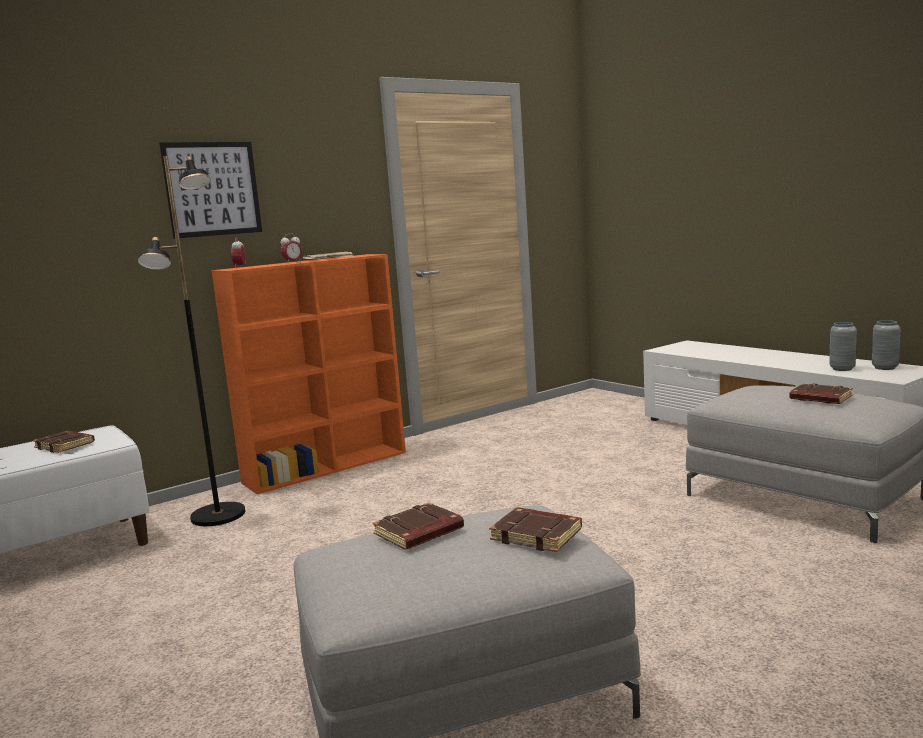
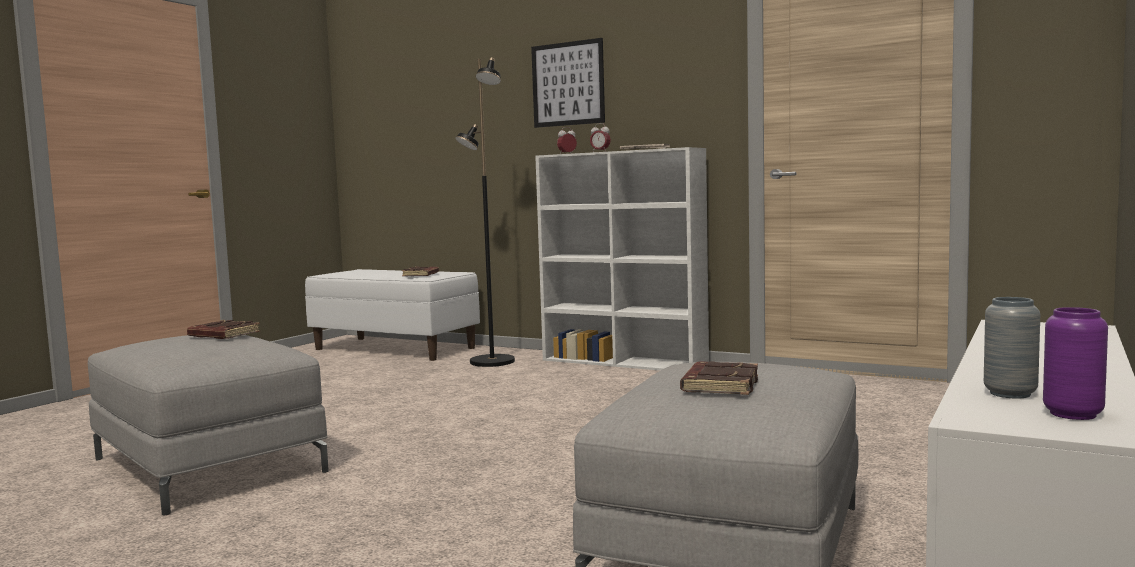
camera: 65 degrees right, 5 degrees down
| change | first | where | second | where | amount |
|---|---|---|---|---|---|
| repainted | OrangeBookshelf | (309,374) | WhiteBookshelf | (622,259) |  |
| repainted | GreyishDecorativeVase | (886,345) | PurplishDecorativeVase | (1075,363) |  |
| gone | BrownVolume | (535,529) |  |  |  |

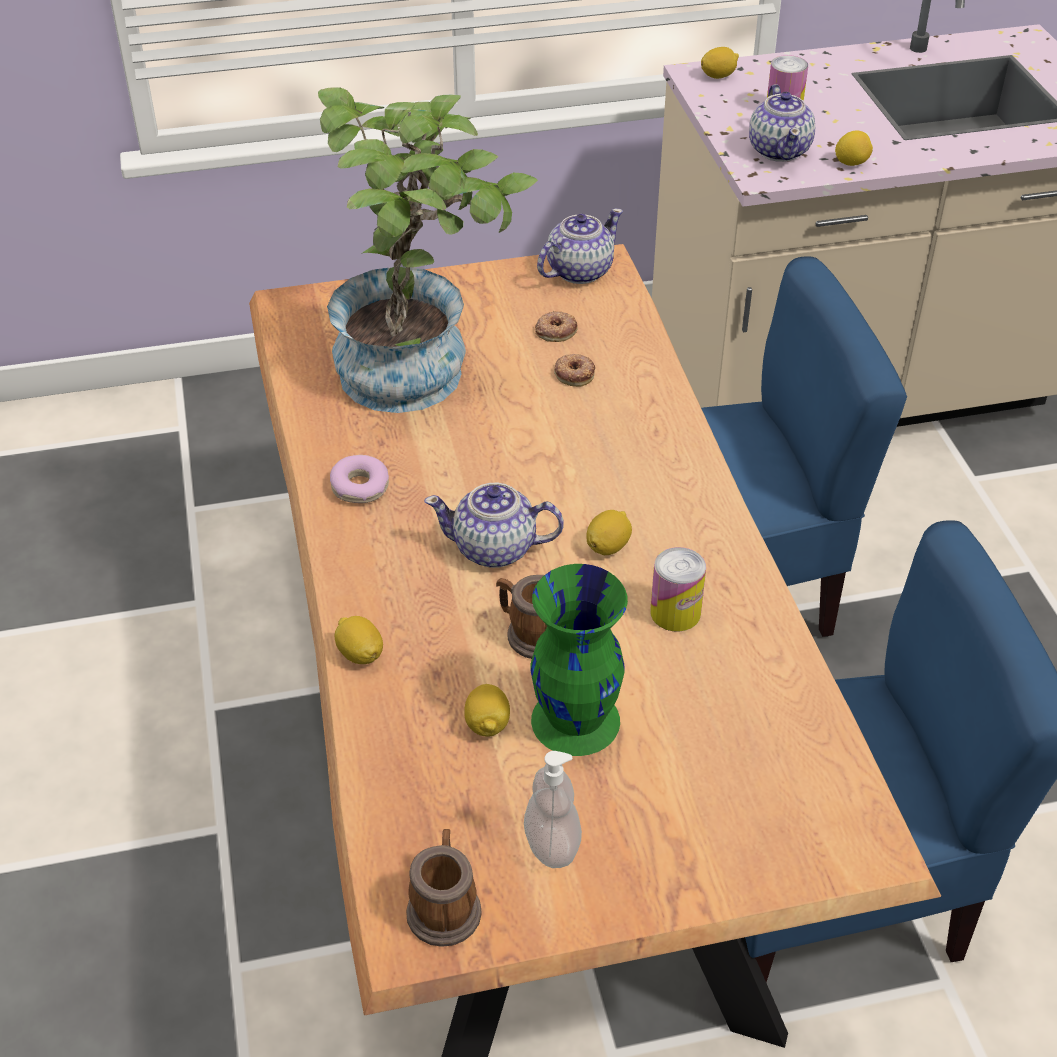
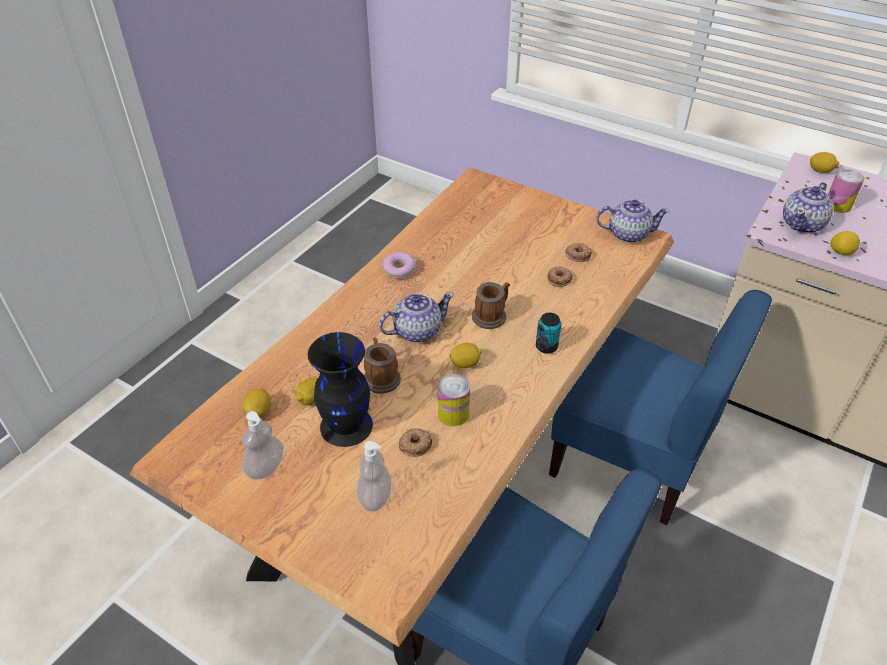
camera: 45 degrees right, 0 degrees up
| change | first | where | second | where | amount |
|---|---|---|---|---|---|
| shifted | CitrusFruit | (359,640) |  | (257,403) |  |
| repainted | GreenColouredDecorativeVase | (579,660) | BlackDecorativeVase | (340,389) |  |
| new |  |  | SoapDispenser | (374,476) |  |
| rotated | TeaPot | (494,525) |  | (416,317) | 105 degrees clockwise |
| new |  |  | Doughnut | (415,442) |  |
| shifted | Mug | (444,888) |  | (491,305) |  |
| new |  |  | Can | (548,333) |  |
| gone | PottedPlant | (428,250) |  |  |  |

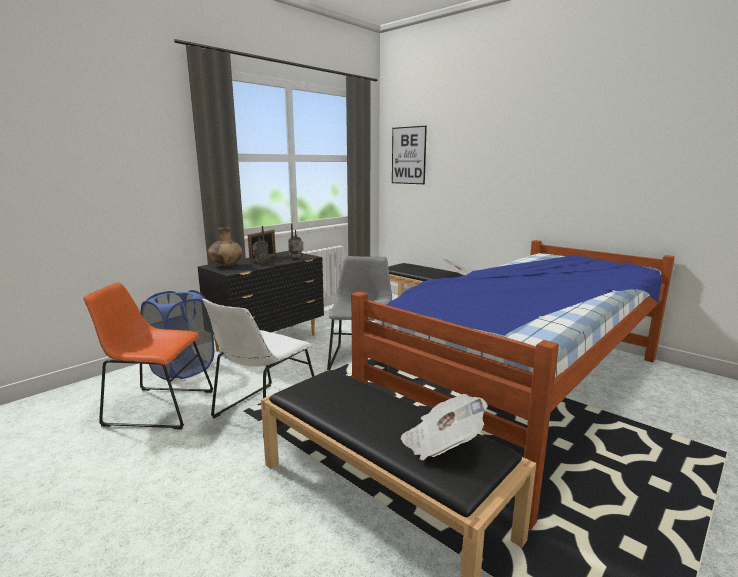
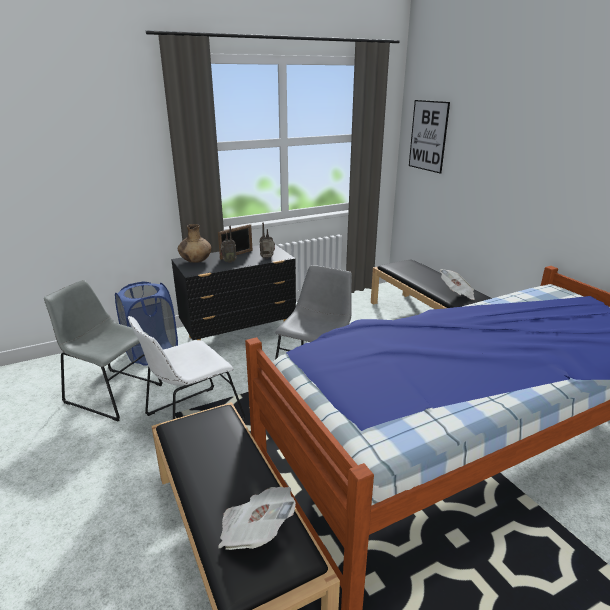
camera: 20 degrees right, 10 degrees up
| change | first | where | second | where | amount |
|---|---|---|---|---|---|
| repainted | OrangeChair | (148,356) | GreyishChair | (103,350) |  |

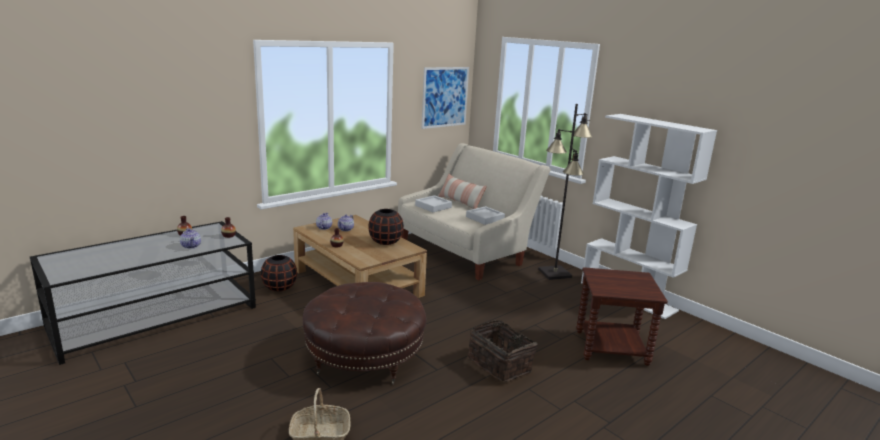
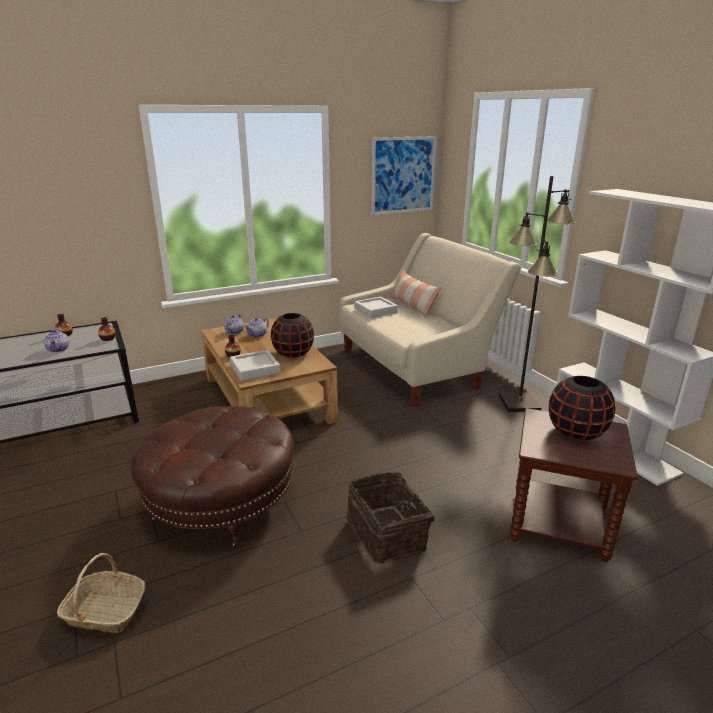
camera: 15 degrees right, 5 degrees up
| change | first | where | second | where | amount |
|---|---|---|---|---|---|
| shifted | GreyishCarryingTray | (485,215) |  | (255,365) |  |
| shifted | BlackDecorativeVase | (279,273) |  | (582,408) |  |

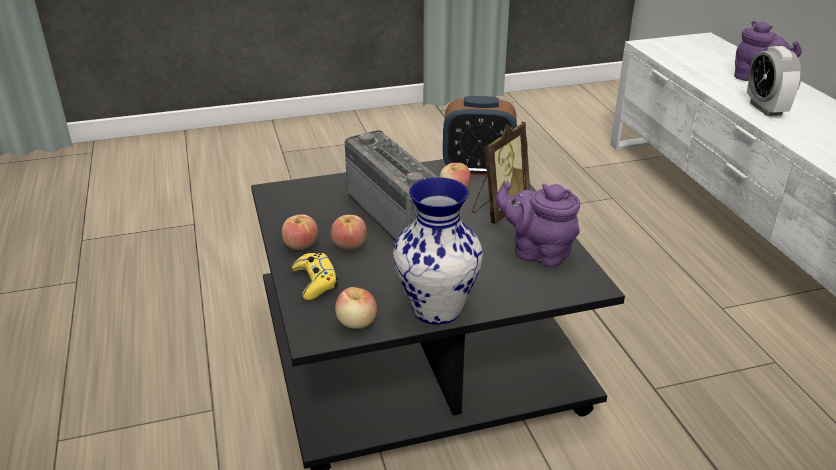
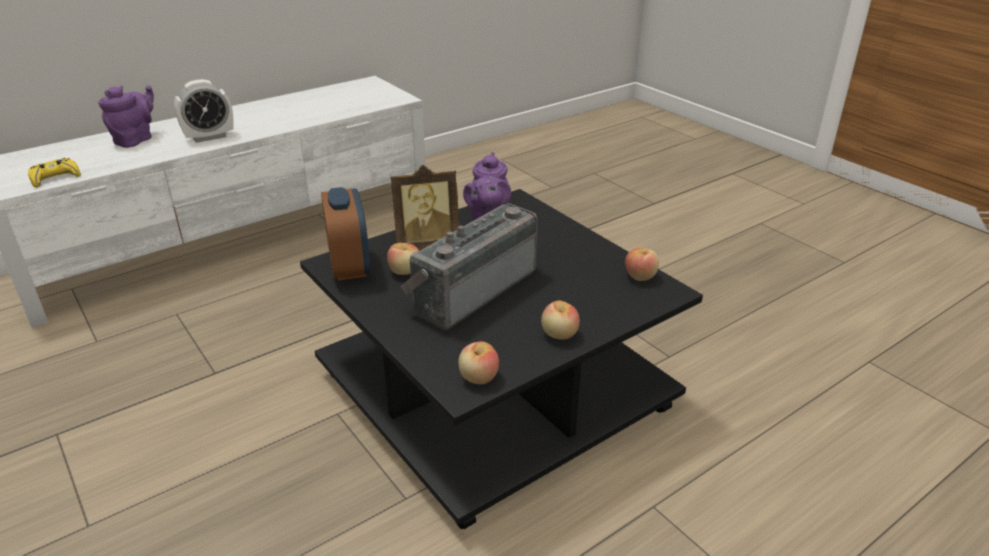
camera: 110 degrees left, 0 degrees up
| change | first | where | second | where | amount |
|---|---|---|---|---|---|
| shifted | YellowGameController | (315,276) |  | (54,173) |  |
| rotated | PhotoFrame | (501,173) |  | (425,208) | 150 degrees clockwise |
| shifted | Apple | (349,232) |  | (478,362) |  |
| gone | DecorativeVase | (438,251) |  |  |  |

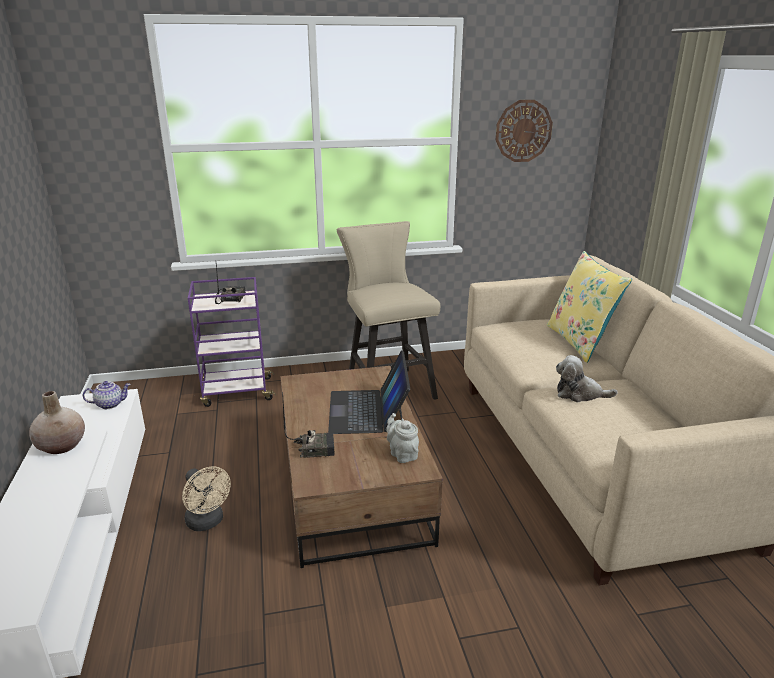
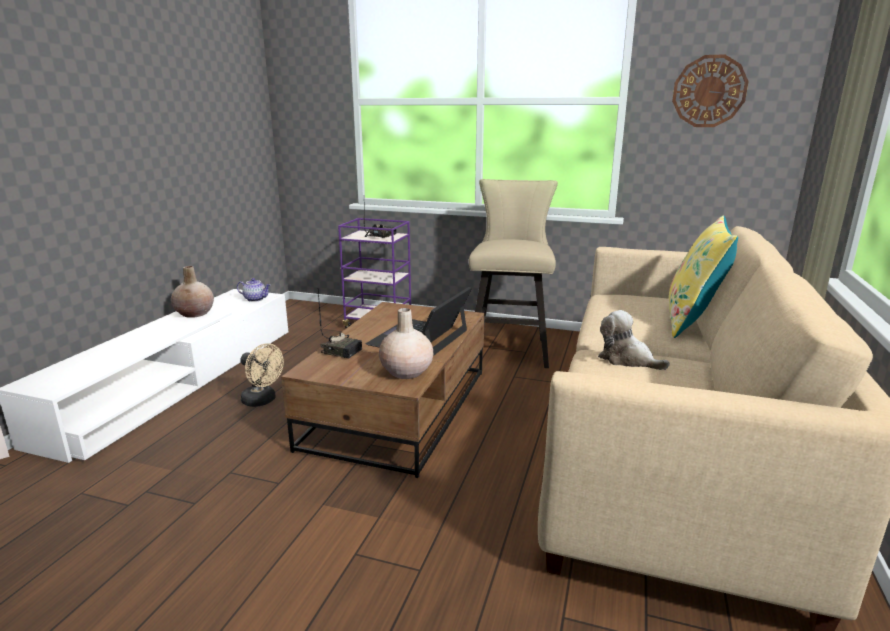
camera: 30 degrees right, 5 degrees down
| change | first | where | second | where | amount |
|---|---|---|---|---|---|
| rotated | BeigeElectricFan | (206,498) |  | (262,375) | 45 degrees counterclockwise |
| swapped | GreyishTeaPot | (402,438) | BeigeDecorativeVase | (406,343) |  |

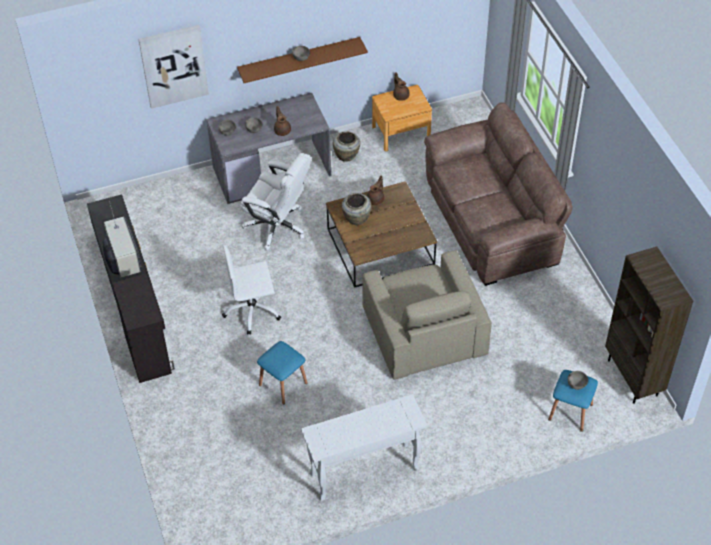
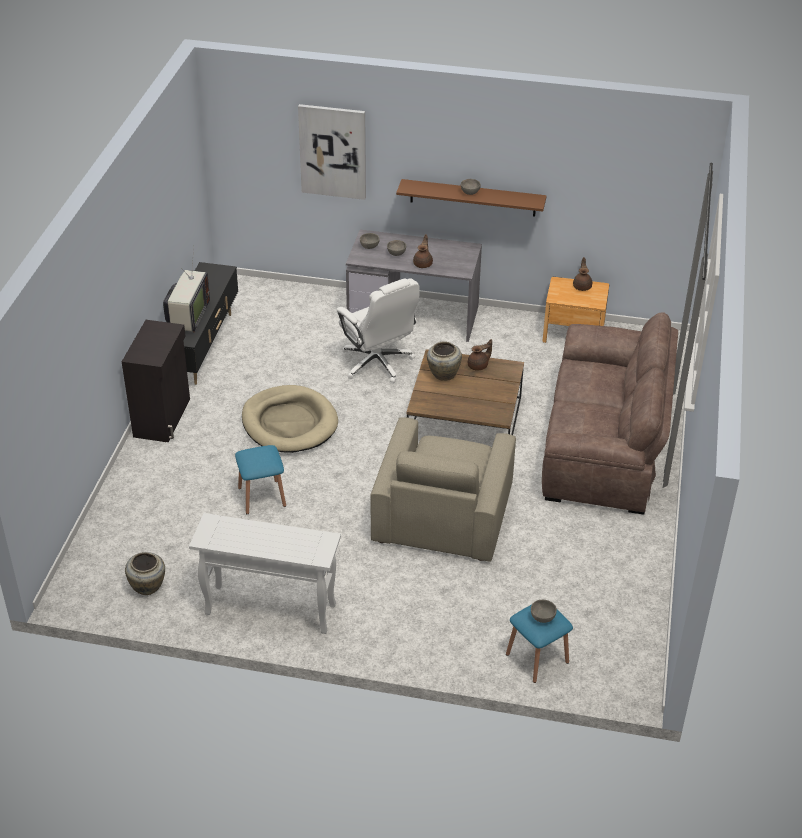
camera: 30 degrees right, 10 degrees down
| change | first | where | second | where | amount |
|---|---|---|---|---|---|
| shifted | BeigeDecorativeVase | (346,147) |  | (145,573) |  |
| swapped | WhiteOfficeChair | (251,290) | BeigeDogBed | (290,419) |  |
| gone | BrownBookshelf | (649,325) |  |  |  |

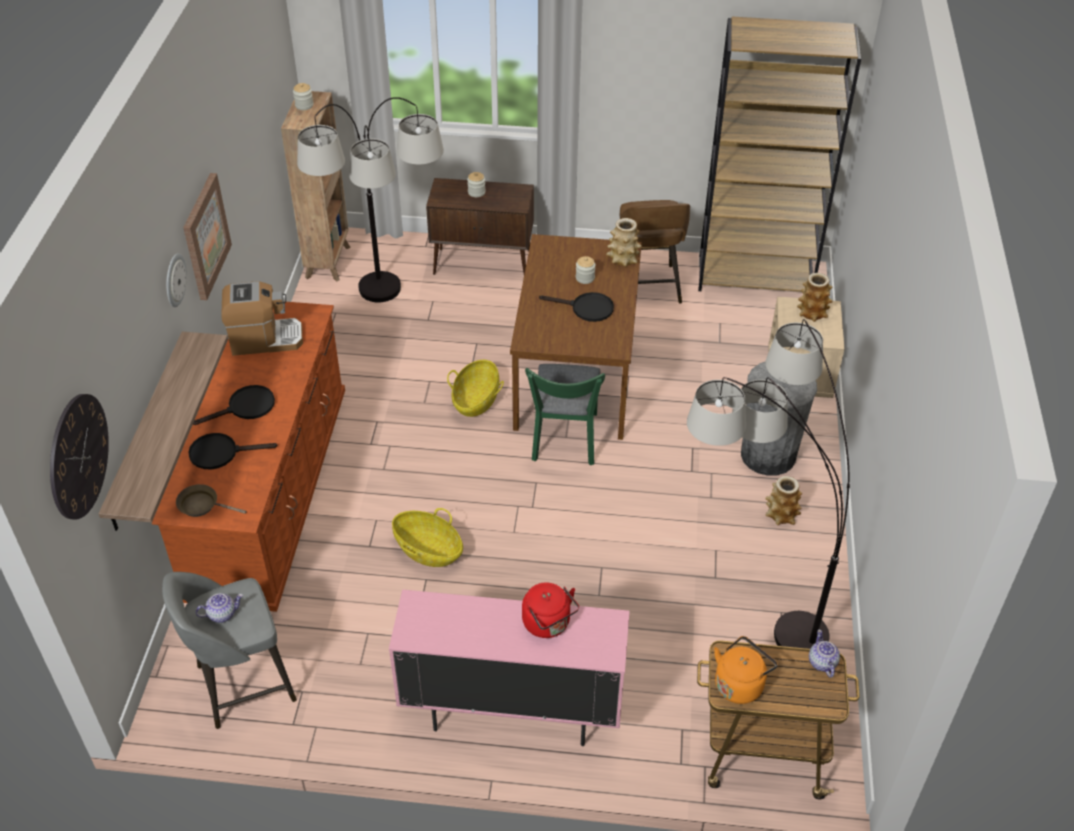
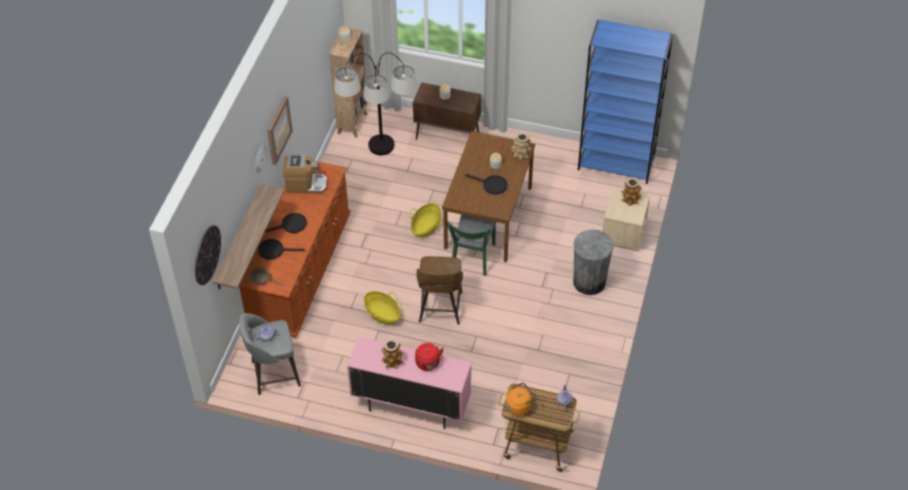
camera: 10 degrees right, 5 degrees up
| change | first | where | second | where | amount |
|---|---|---|---|---|---|
| shifted | DecorativeVase | (783,500) |  | (392,354) |  |
| shifted | BrownSittingStool | (655,251) |  | (440,290) |  |
| repainted | BrownBookshelf | (779,154) | BlueBookshelf | (625,102) |  |
| gone | FloorLamp | (768,484) |  |  |  |

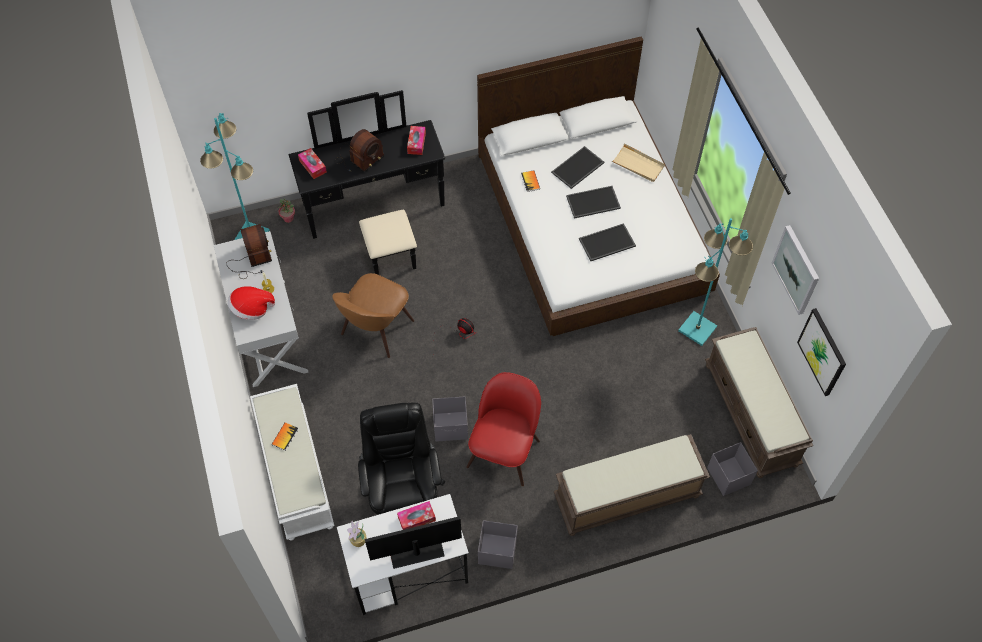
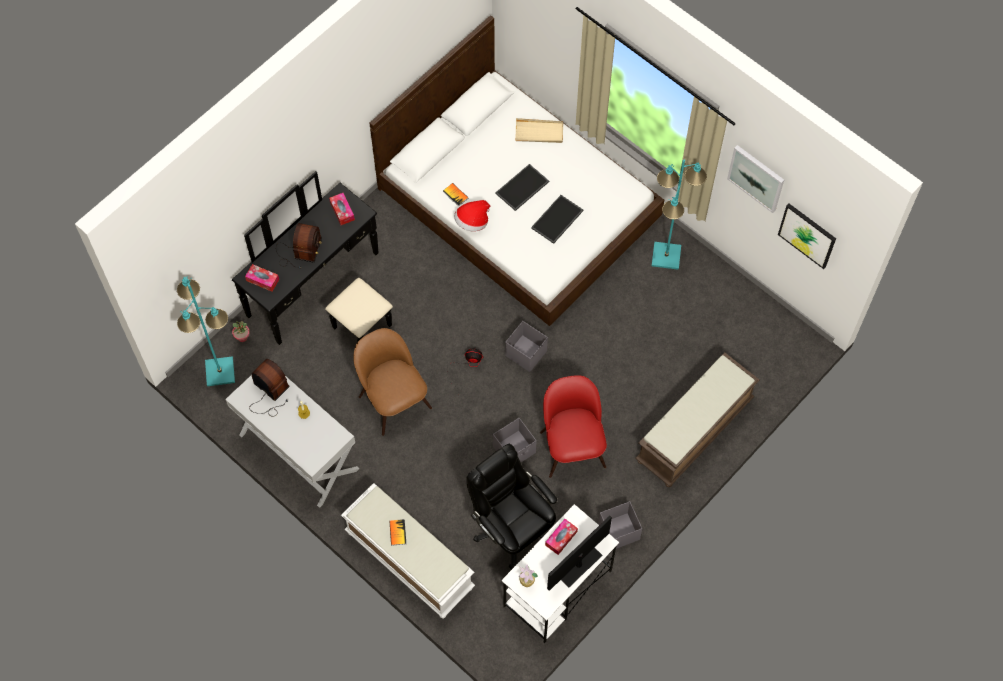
camera: 30 degrees left, 5 degrees up
| change | first | where | second | where | amount |
|---|---|---|---|---|---|
| rotated | BrownChair | (373,315) |  | (392,382) | 150 degrees clockwise |
| shifted | Hat | (251,303) |  | (472,216) |  |
| shifted | GreyishStorageBin | (732,469) |  | (526,346) |  |
| gone | CarryingTray | (578,167) |  |  |  |
| gone | BrownBench | (759,402) |  |  |  |

